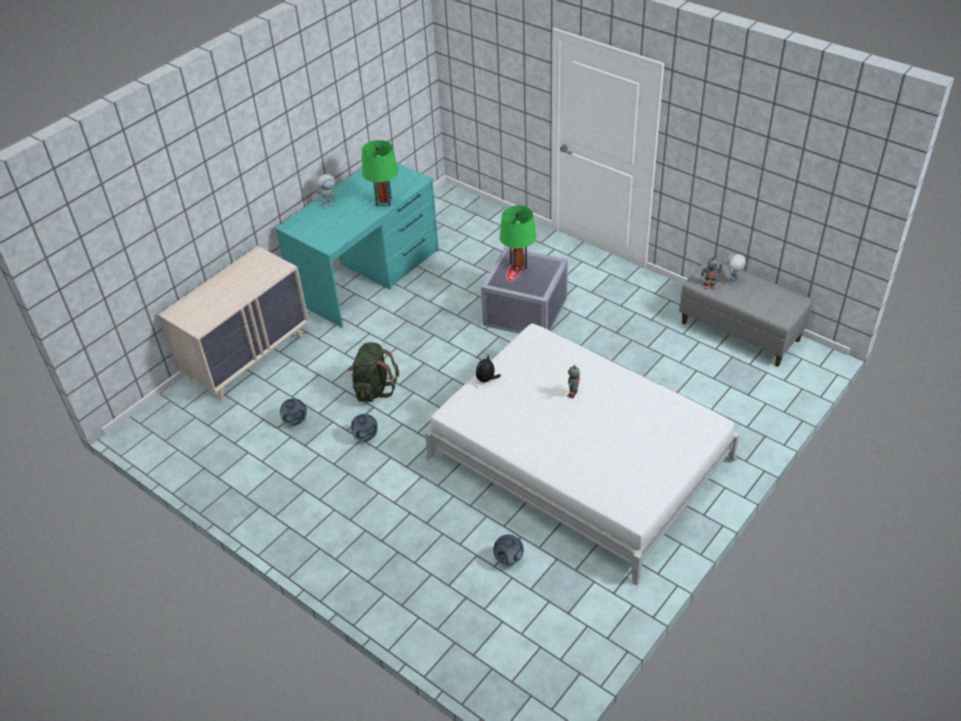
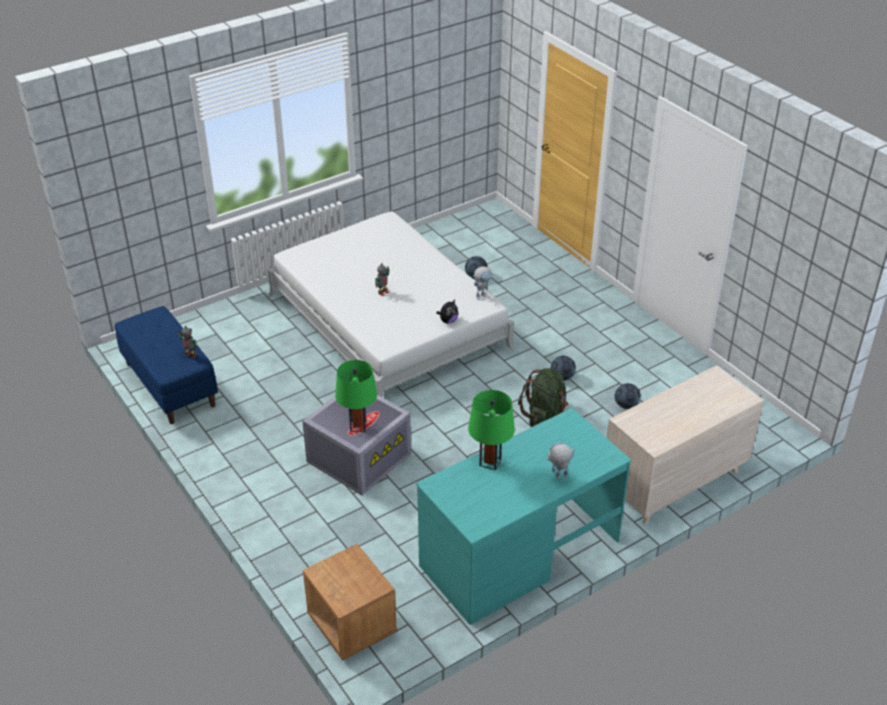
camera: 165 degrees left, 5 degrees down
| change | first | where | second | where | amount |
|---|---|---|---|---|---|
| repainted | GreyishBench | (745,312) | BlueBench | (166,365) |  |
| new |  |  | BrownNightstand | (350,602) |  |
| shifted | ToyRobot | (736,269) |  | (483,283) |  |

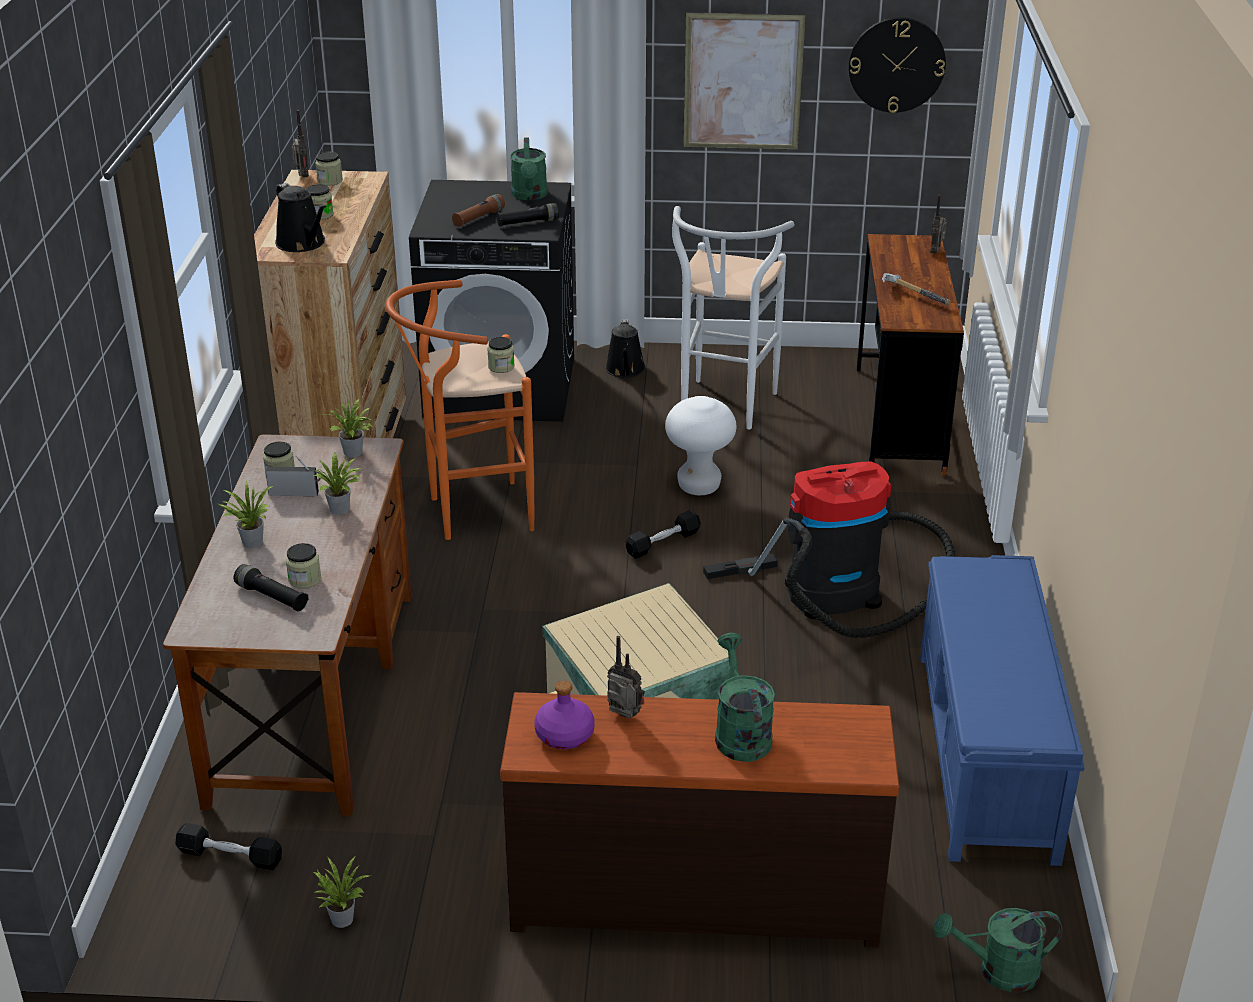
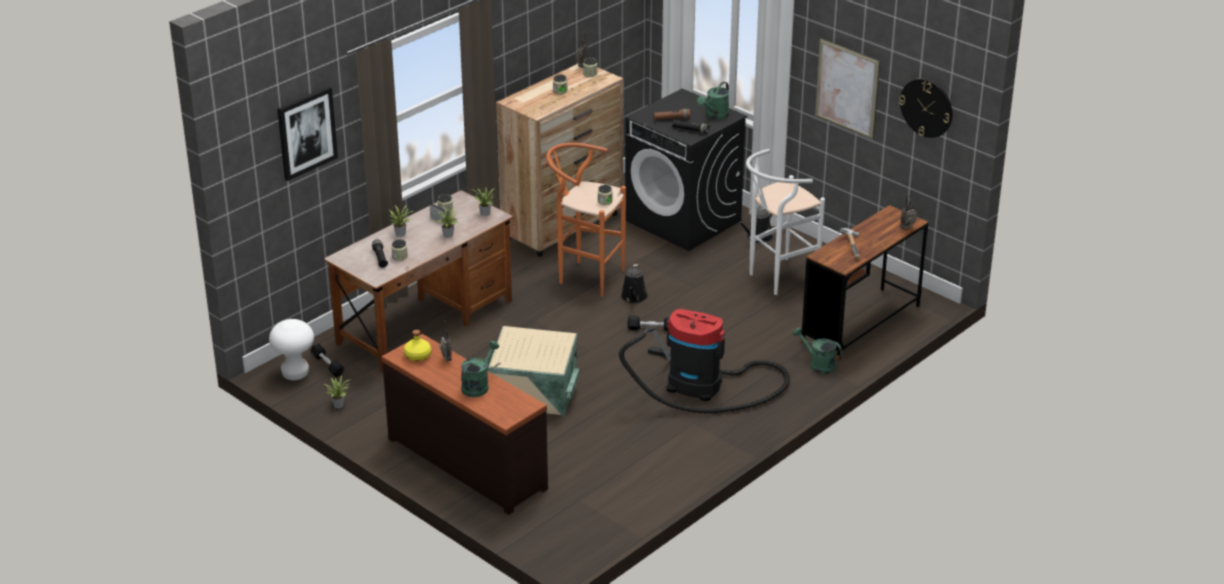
camera: 40 degrees right, 0 degrees up
| change | first | where | second | where | amount |
|---|---|---|---|---|---|
| shifted | WhiteSittingStool | (701,445) |  | (291,349) |  |
| new |  |  | Picture | (307,134) |  |
| repainted | PurplishDrinkBottle | (564,715) | YellowDrinkBottle | (417,345) |  |
| shifted | BlackWateringPot | (300,217) |  | (634,283) |  |
| shifted | GreenColouredWateringPot | (998,950) |  | (817,350) |  |
| gone | BlueBench | (1002,710) |  |  |  |

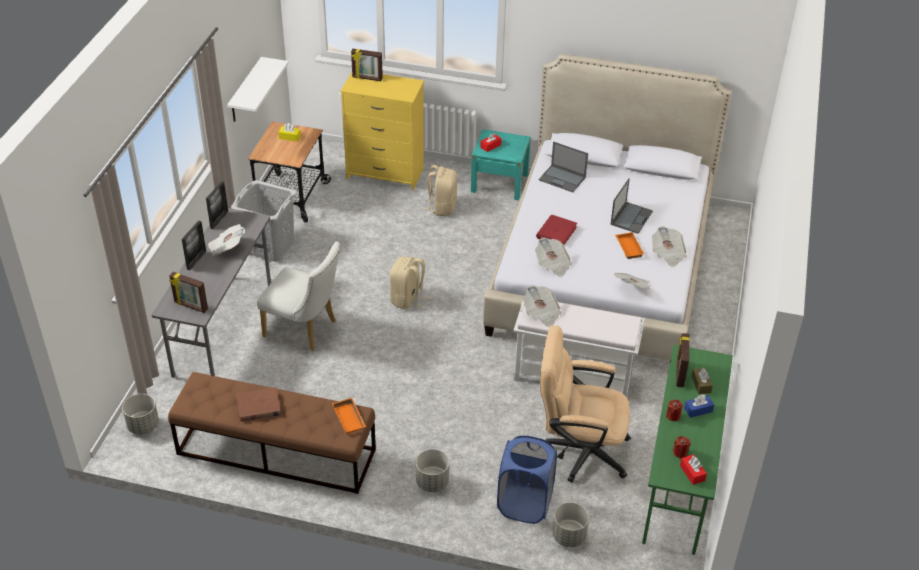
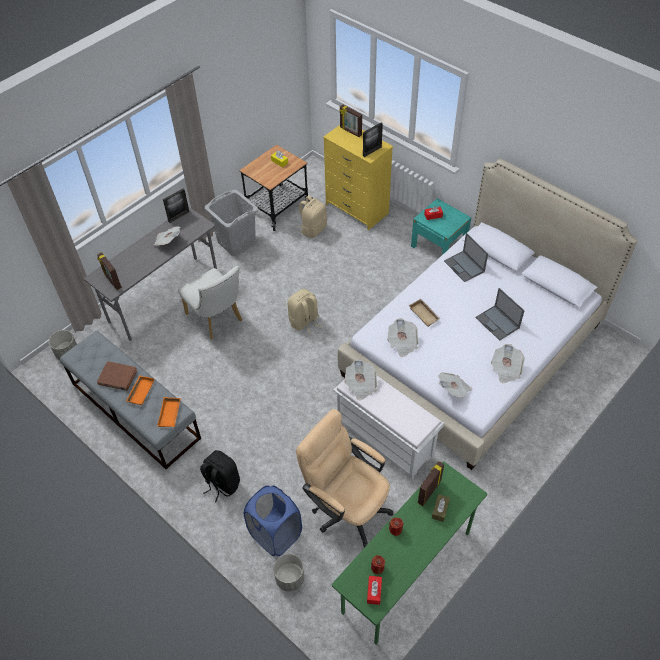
camera: 30 degrees right, 10 degrees up
| change | first | where | second | where | amount |
|---|---|---|---|---|---|
| repainted | BrownBench | (272,433) | GreyishBench | (130,400) |  |
| shifted | OrangeCarryingTray | (629,245) |  | (140,390) |  |
| swapped | GreyishPlantPot | (432,470) | BlackRucksack | (220,476) |  |
| shifted | BeigeRucksack | (439,190) |  | (312,216) |  |
| shifted | PhotoFrame | (194,245) |  | (373,140) |  |
| swapped | ReddishVolume | (556,230) | BeigeCarryingTray | (425,313) |  |
| rotated | PortableComputer | (632,206) |  | (500,314) | 90 degrees clockwise |
| gone | WhiteBracketShelf | (258,89) |  |  |  |
| gone | BlueTissueHolder | (699,406) |  |  |  |

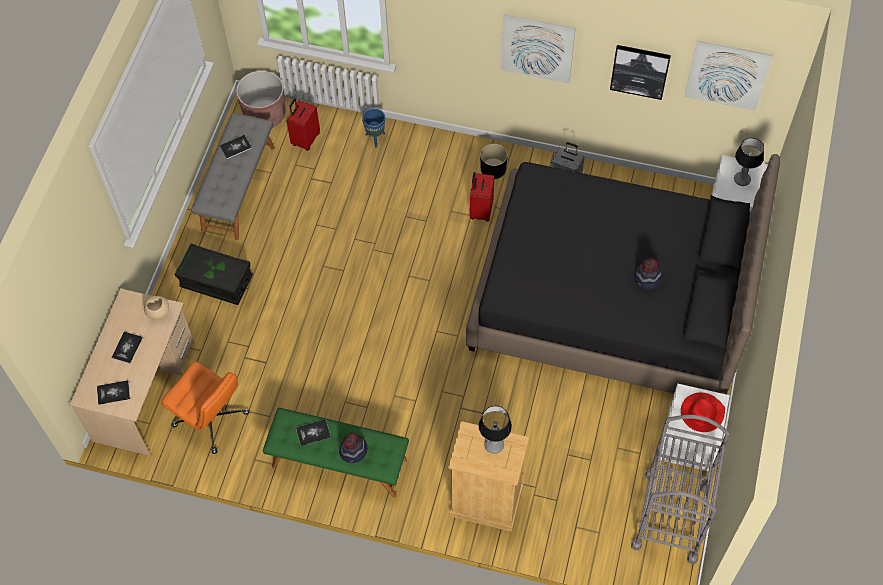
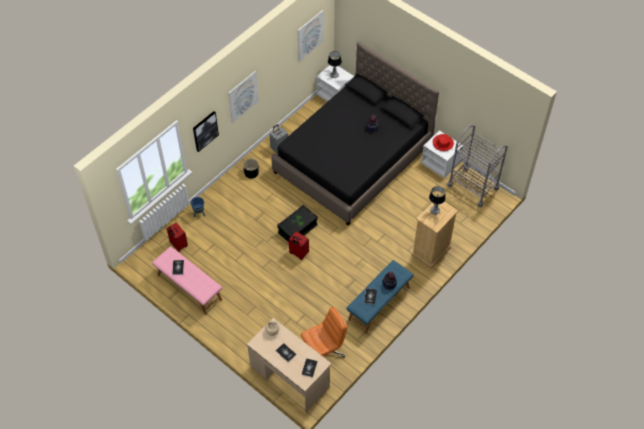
camera: 65 degrees left, 5 degrees down
| change | first | where | second | where | amount |
|---|---|---|---|---|---|
| repainted | GreyishBench | (233,176) | PinkColouredBench | (187,280) |  |
| shifted | Picture | (640,72) |  | (206,131) |  |
| shifted | BlackStorageBin | (214,274) |  | (297,223) |  |
| shifted | ReddishTravelCase | (482,196) |  | (299,245) |  |
| repainted | GreenColouredBench | (336,453) | BlueBench | (380,297) |  |
| gone | BrownPlantPot | (261,99) |  |  |  |

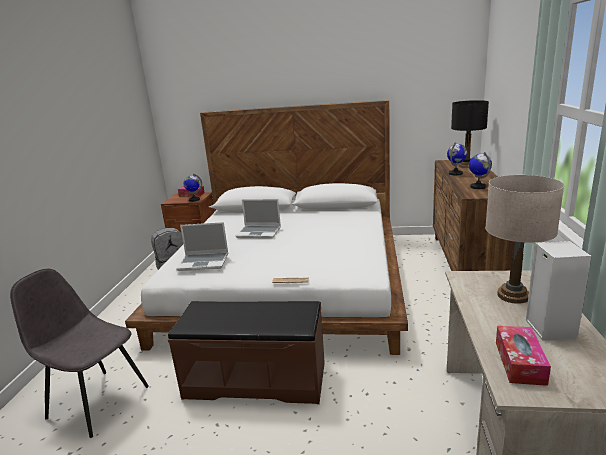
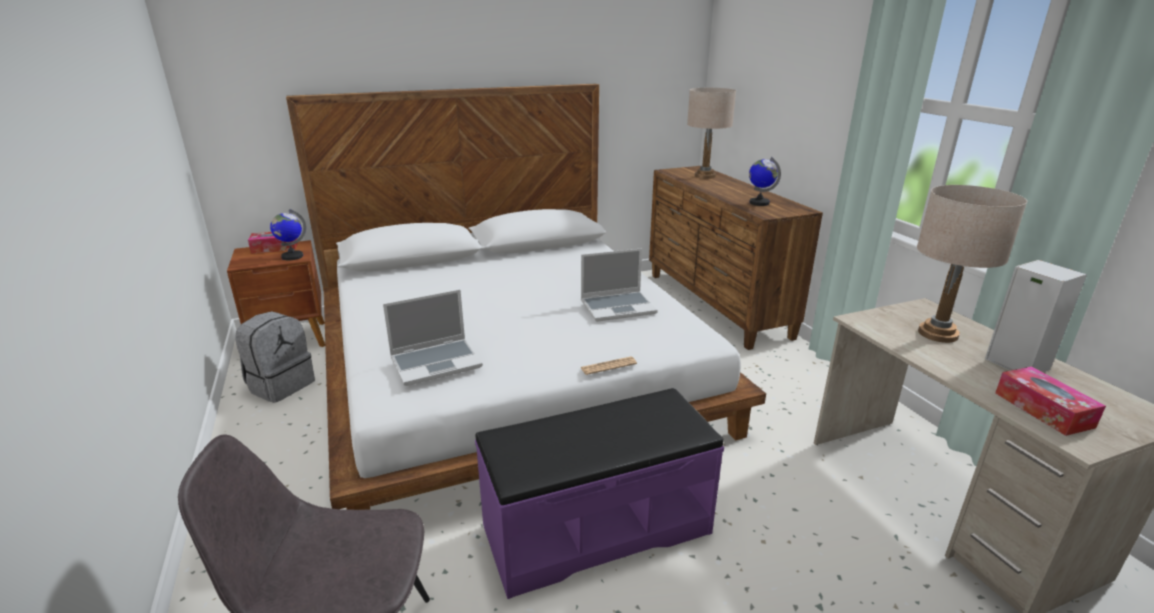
camera: 30 degrees left, 5 degrees up
| change | first | where | second | where | amount |
|---|---|---|---|---|---|
| repainted | BrownBench | (246,352) | PurplishBench | (599,493) |  |
| shifted | PortableComputer | (258,219) |  | (619,285) |  |
| repainted | BlackTabletopLamp | (470,134) | BeigeTabletopLamp | (711,133) |  |
| gone | Globe | (457,159) |  |  |  |

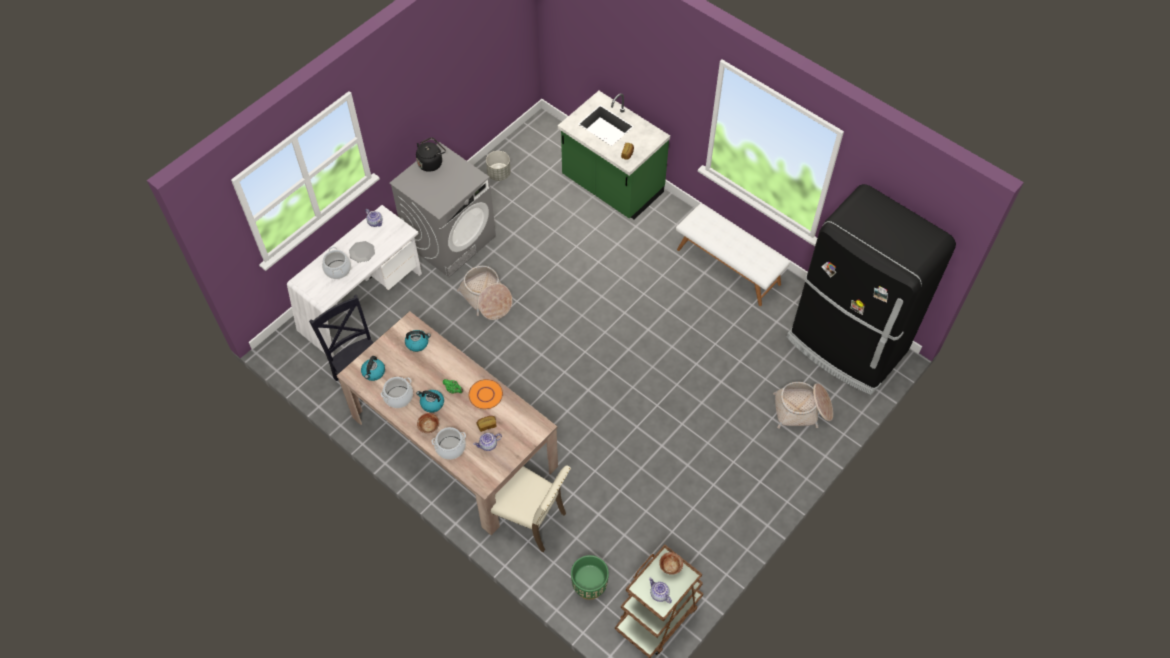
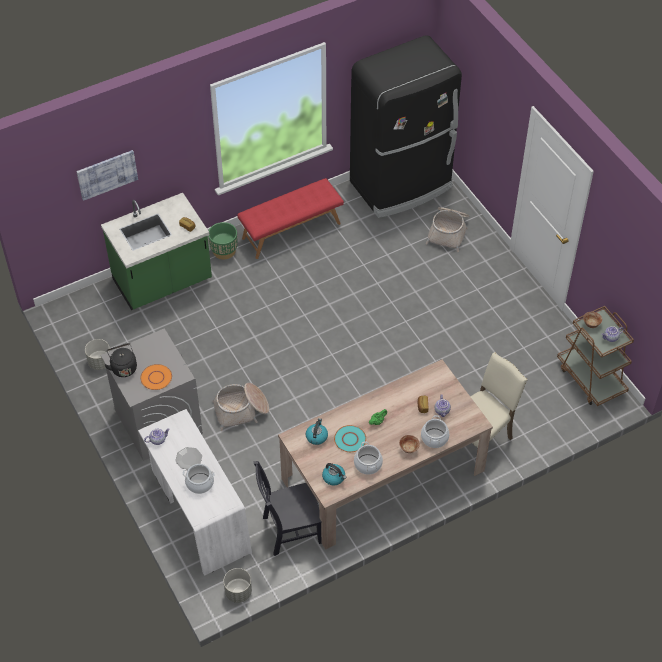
camera: 70 degrees left, 5 degrees down
| change | first | where | second | where | amount |
|---|---|---|---|---|---|
| new |  |  | Picture | (107,175) |  |
| shifted | OrangeFlatDish | (485,394) |  | (156,377) |  |
| shifted | GreenColouredPlantPot | (590,577) |  | (223,241) |  |
| new |  |  | GreyishPlantPot | (237,585) |  |
| repainted | WhiteBench | (733,255) | ReddishBench | (290,218) |  |
| new |  |  | BlueGreenFlatDish | (350,438) |  |
| gone | TeaKettle | (430,401) |  |  |  |

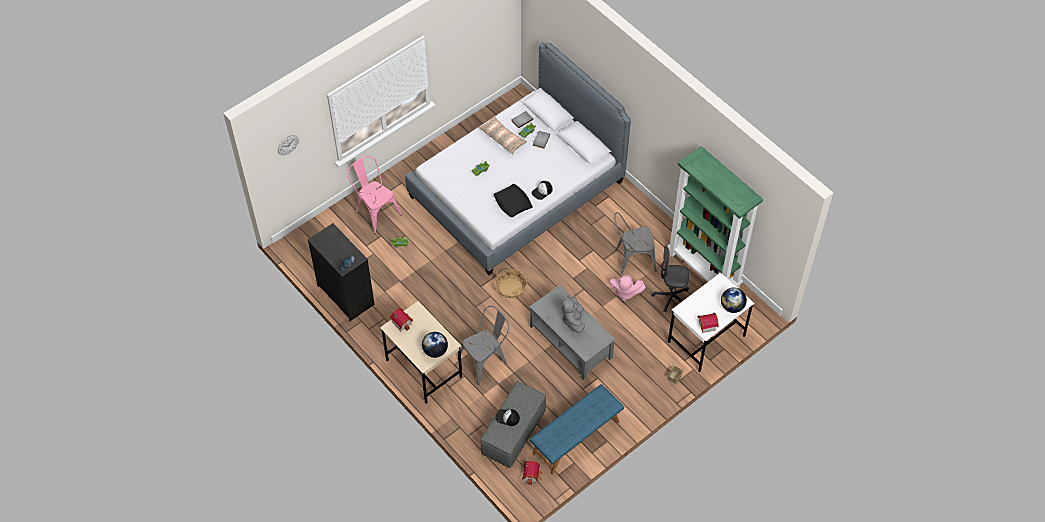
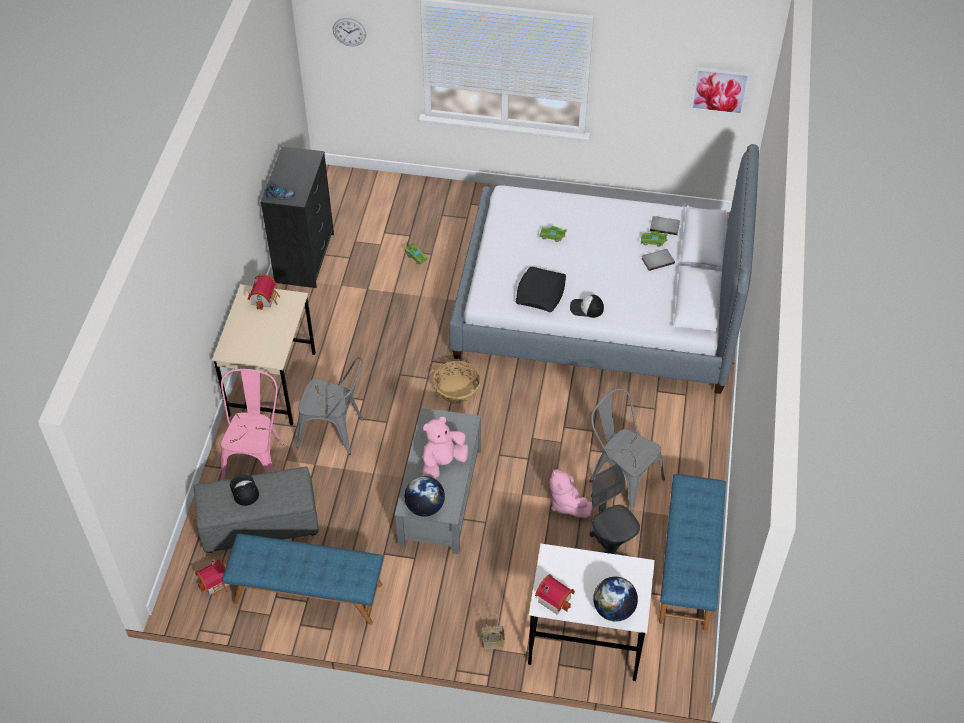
camera: 50 degrees right, 5 degrees down
| change | first | where | second | where | amount |
|---|---|---|---|---|---|
| shifted | PinkColouredChair | (374,195) |  | (252,424) |  |
| shifted | Globe | (435,345) |  | (424,496) |  |
| repainted | GreyishCuddlyToy | (573,314) | PinkColouredCuddlyToy | (445,447) |  |
| swapped | GreenColouredBookshelf | (715,217) | BlueBench | (692,552) |  |
| new |  |  | Picture | (720,91) |  |
| gone | Pillow | (502,135) |  |  |  |

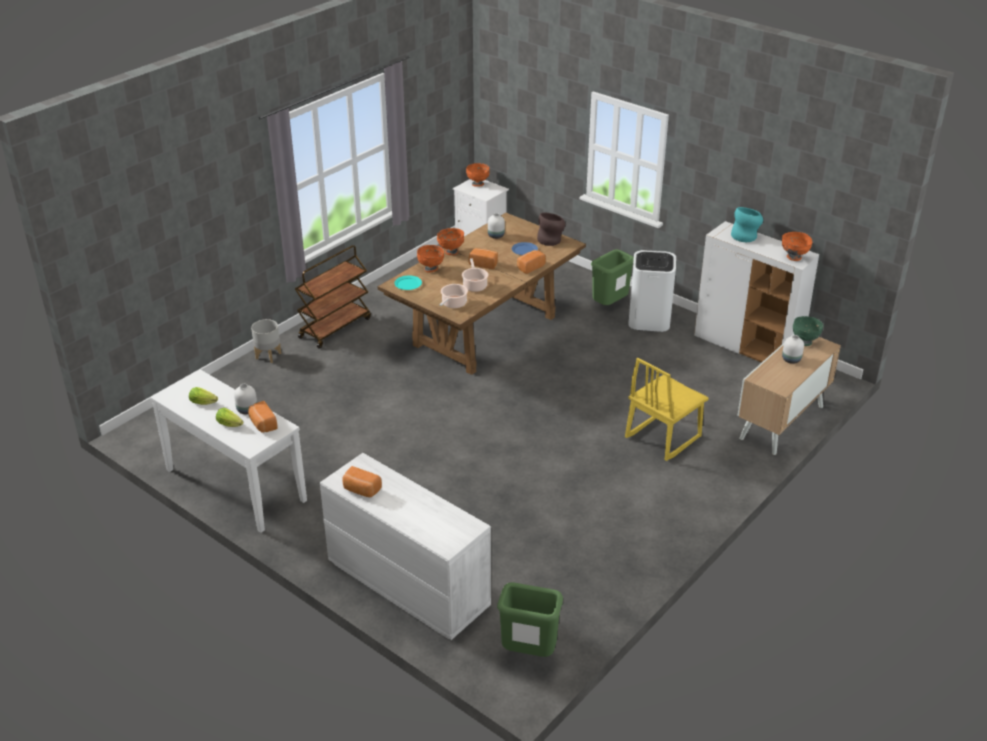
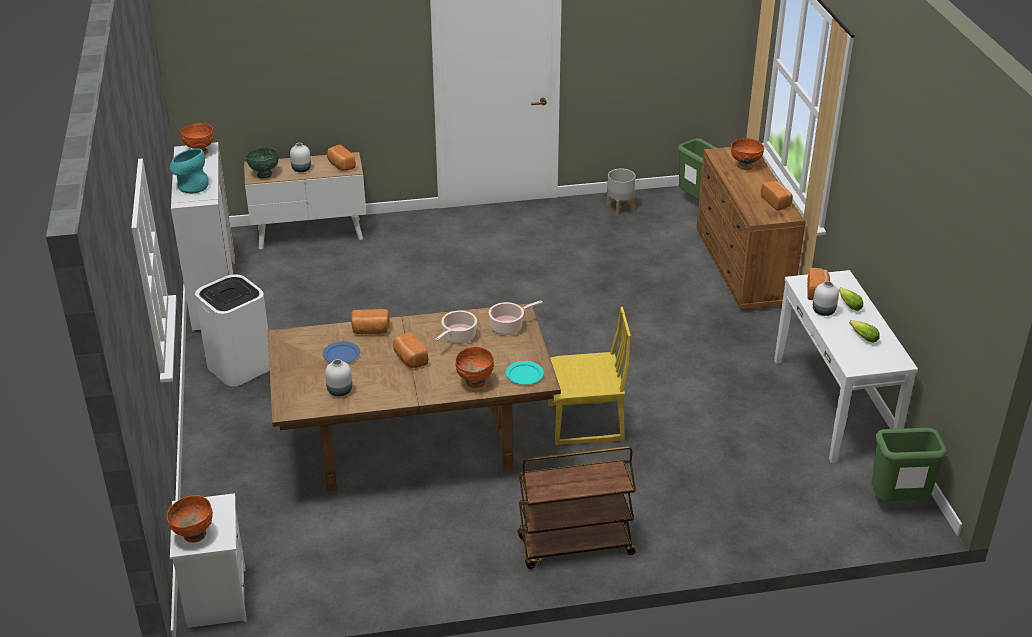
camera: 140 degrees left, 0 degrees up
| change | first | where | second | where | amount |
|---|---|---|---|---|---|
| new |  |  | BakeryBread | (341,158) |  |
| shifted | YellowChair | (667,409) |  | (589,376) |  |
| shifted | GreyishPlantPot | (266,341) |  | (621,192) |  |
| repainted | WhiteDrawerChest | (405,546) | BrownDrawerChest | (751,228) |  |
| shifted | OrangeServingBowl | (450,241) |  | (747,154) |  |
| shifted | GreenColouredTrashCan | (612,277) |  | (909,464) |  |
| gone | BrownDecorativeVase | (551,229) |  |  |  |

